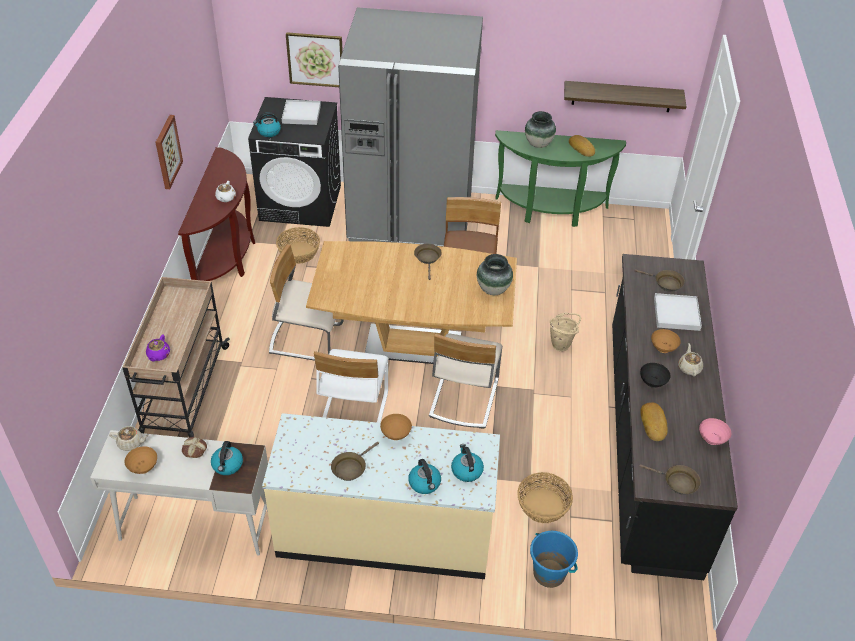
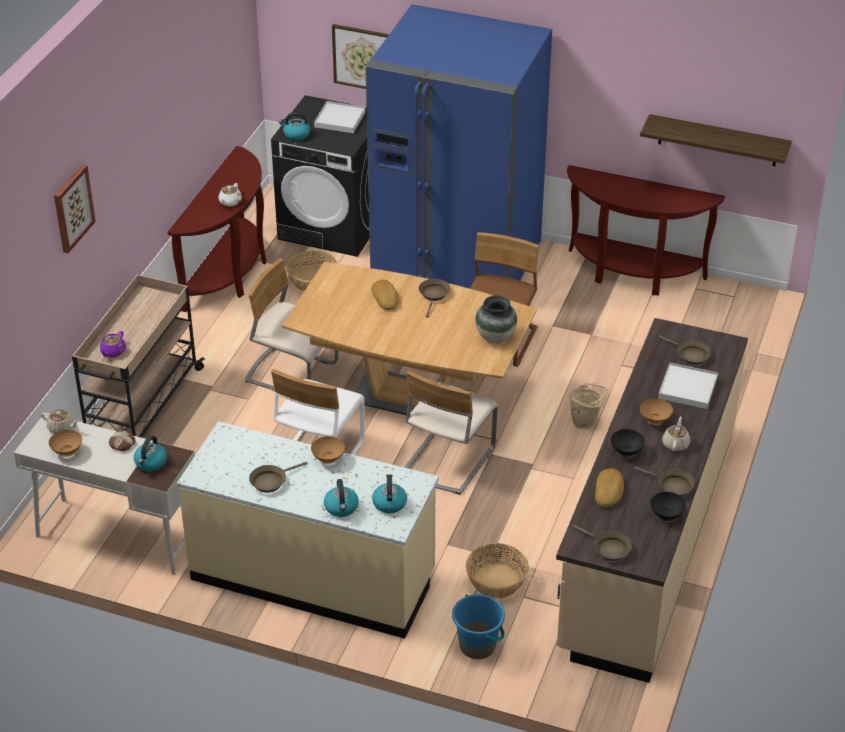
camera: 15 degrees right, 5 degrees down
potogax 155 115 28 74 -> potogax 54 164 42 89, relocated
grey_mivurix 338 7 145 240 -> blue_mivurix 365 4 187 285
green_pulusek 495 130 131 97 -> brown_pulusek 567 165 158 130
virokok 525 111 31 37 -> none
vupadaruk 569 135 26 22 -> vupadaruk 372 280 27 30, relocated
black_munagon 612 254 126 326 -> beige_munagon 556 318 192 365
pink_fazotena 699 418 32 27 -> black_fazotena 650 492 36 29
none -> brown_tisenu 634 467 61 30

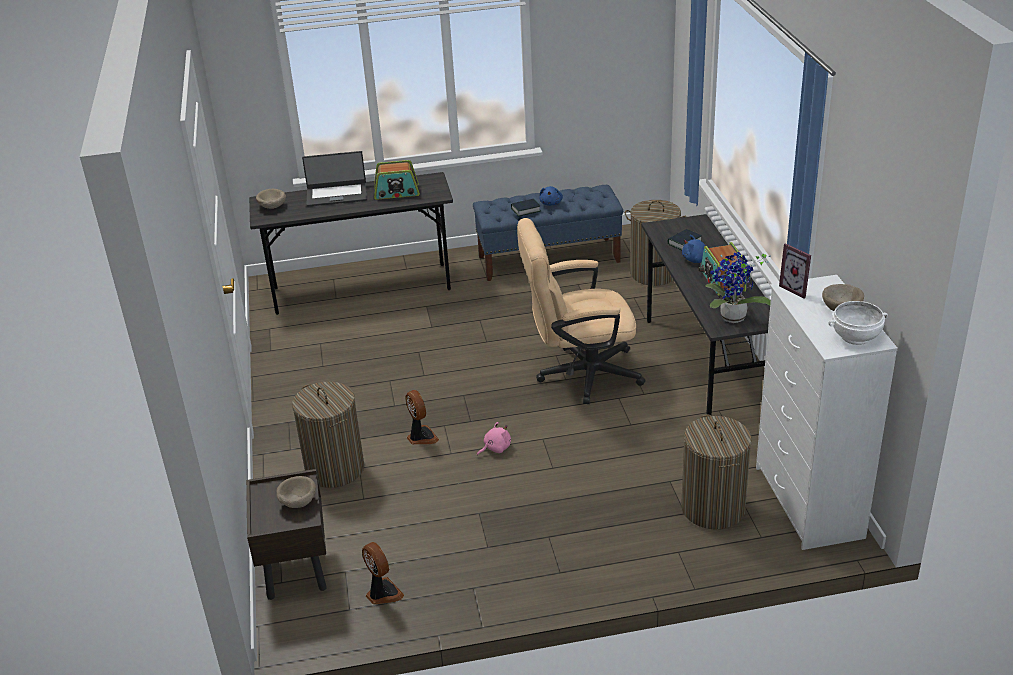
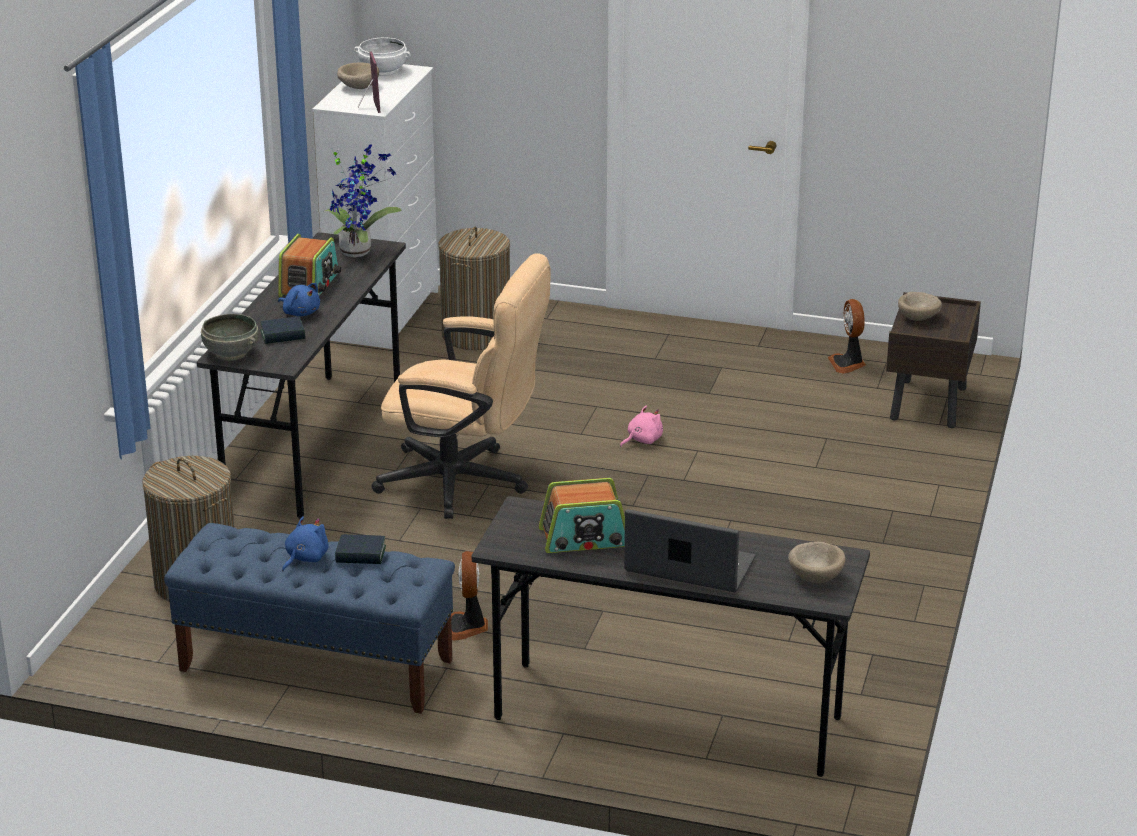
camera: 155 degrees left, 5 degrees down
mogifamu 292 382 72 106 -> none
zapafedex 374 160 46 40 -> zapafedex 539 478 86 75, 150 degrees clockwise
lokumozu 405 390 34 55 -> lokumozu 451 551 37 90, relocated
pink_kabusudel 477 422 34 34 -> pink_kabusudel 620 406 43 41, 150 degrees clockwise
none -> grey_fazotena 201 314 57 47

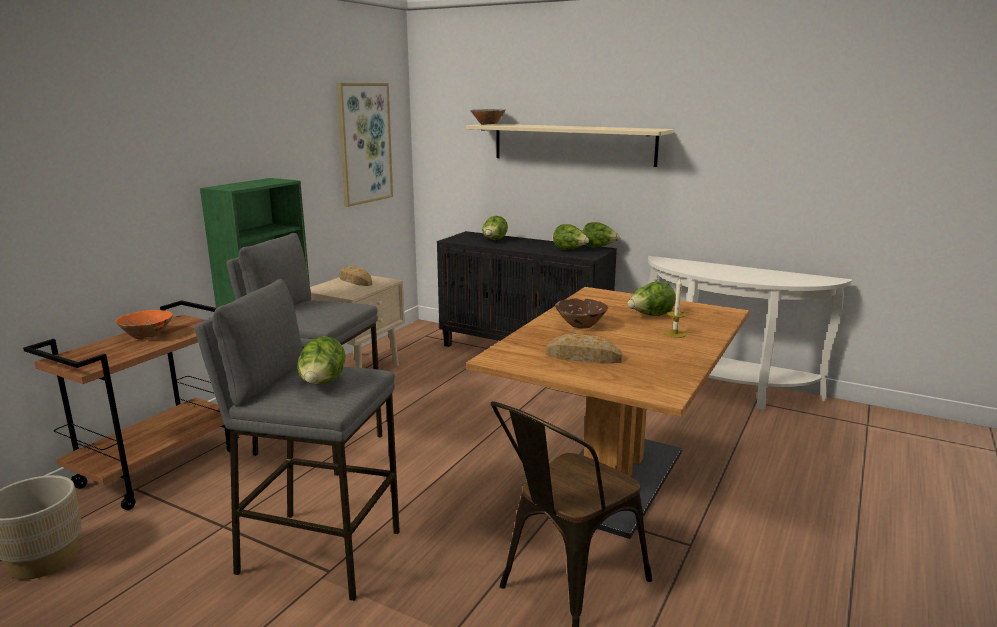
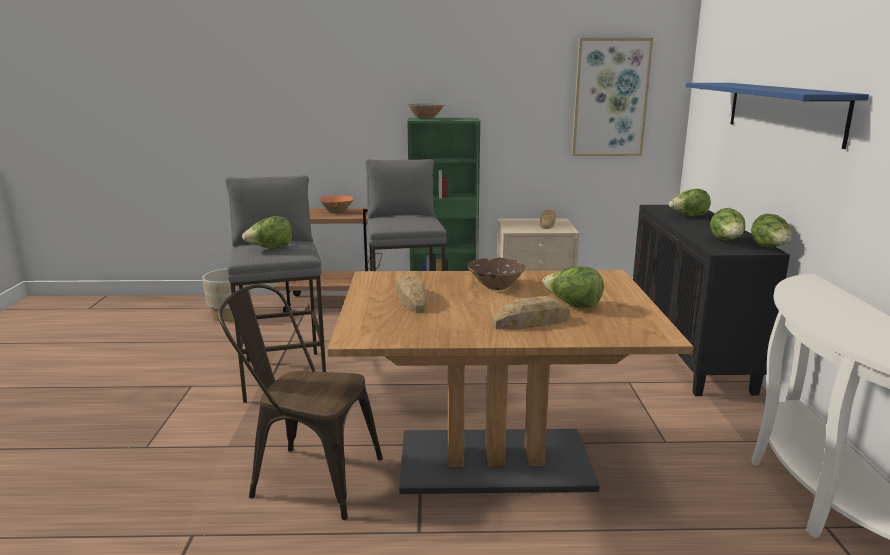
camera: 60 degrees right, 0 degrees up
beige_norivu 466 124 208 43 -> blue_norivu 686 83 183 66
grey_fazotena 470 109 36 16 -> grey_fazotena 408 103 37 16, relocated
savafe 664 279 22 59 -> vupadaruk 492 296 78 34

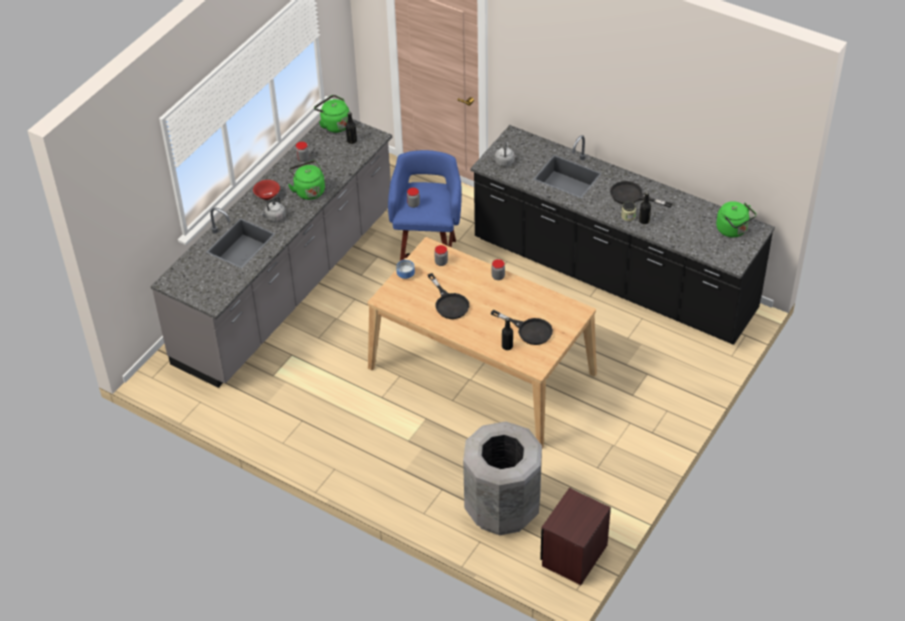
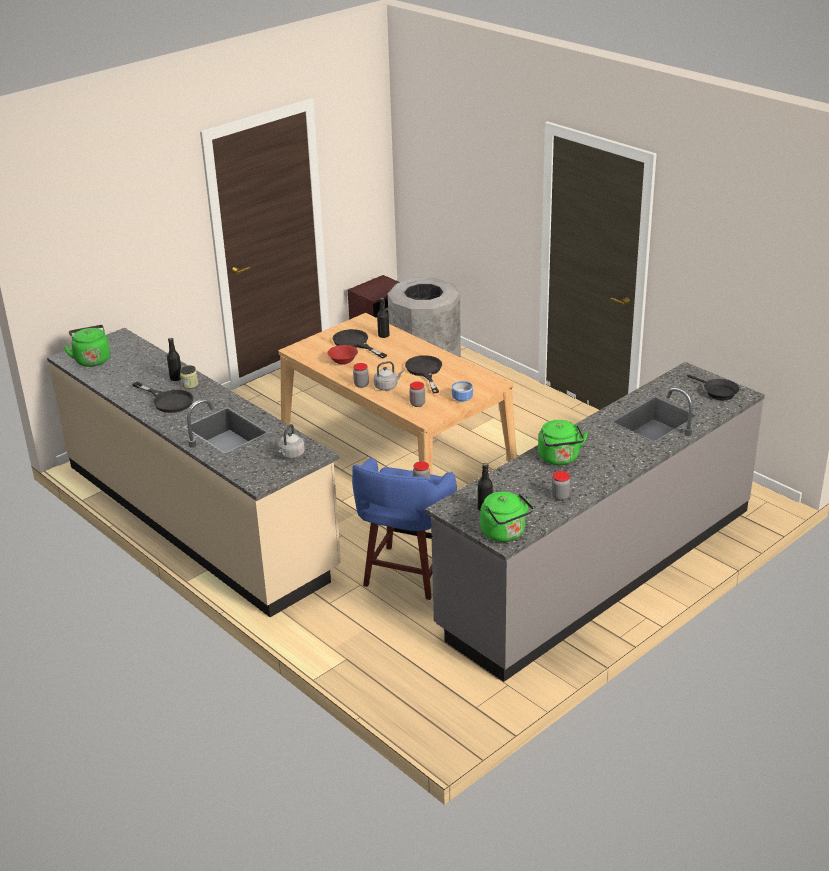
camera: 165 degrees left, 15 degrees down
red_fazotena 253 180 27 20 -> red_fazotena 327 345 31 20, relocated
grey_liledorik 260 196 26 26 -> grey_liledorik 374 361 30 30, relocated
black_munagon 471 125 304 220 -> beige_munagon 47 328 294 289
none -> black_tisenu 687 374 52 26

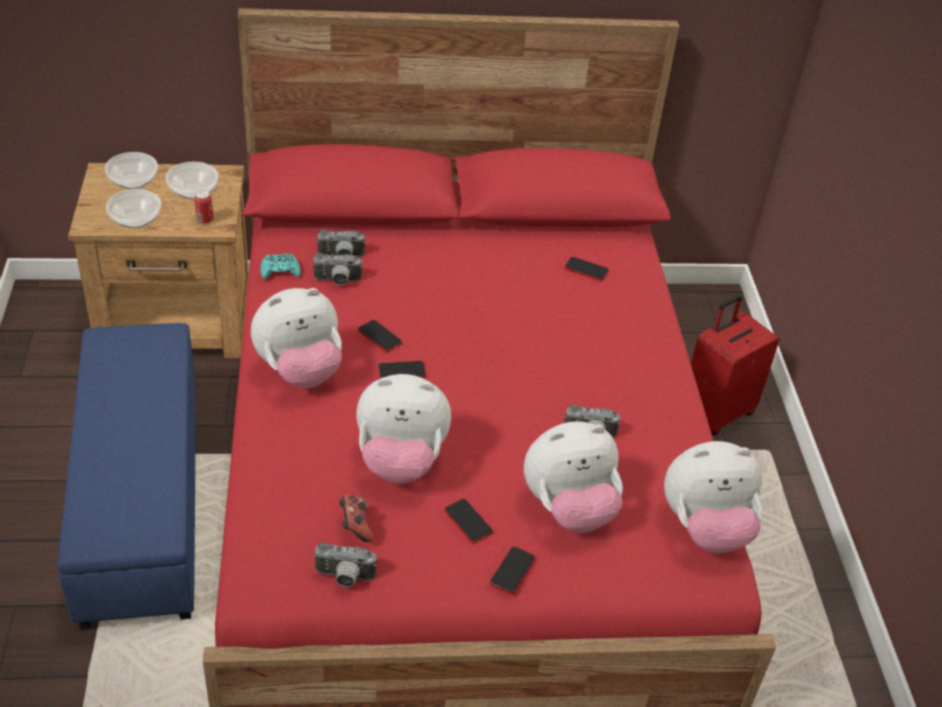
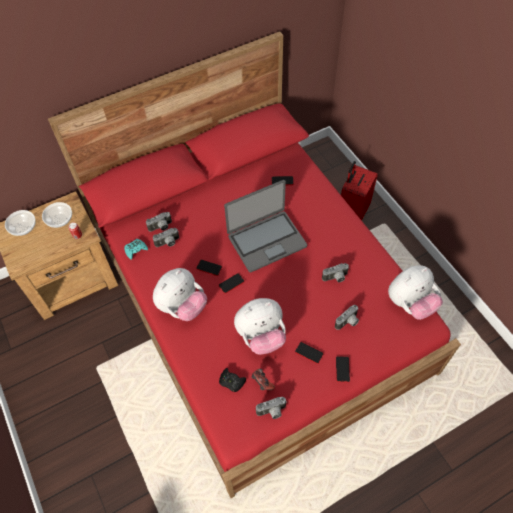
camera: 20 degrees left, 15 degrees up
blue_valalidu 58 323 138 307 -> none
fazotena 106 189 55 40 -> none
kabusudel 524 421 99 112 -> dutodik 335 305 24 25
none -> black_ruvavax 219 368 27 24
none -> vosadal 224 180 83 92

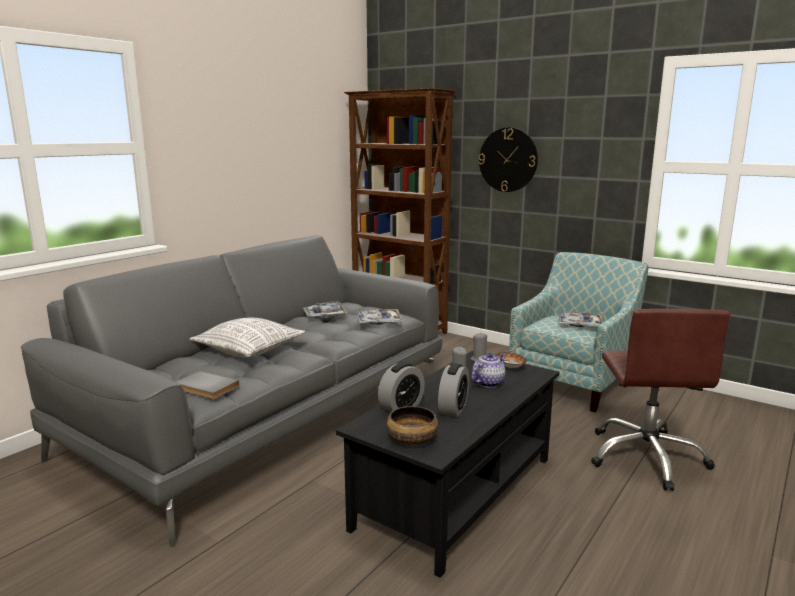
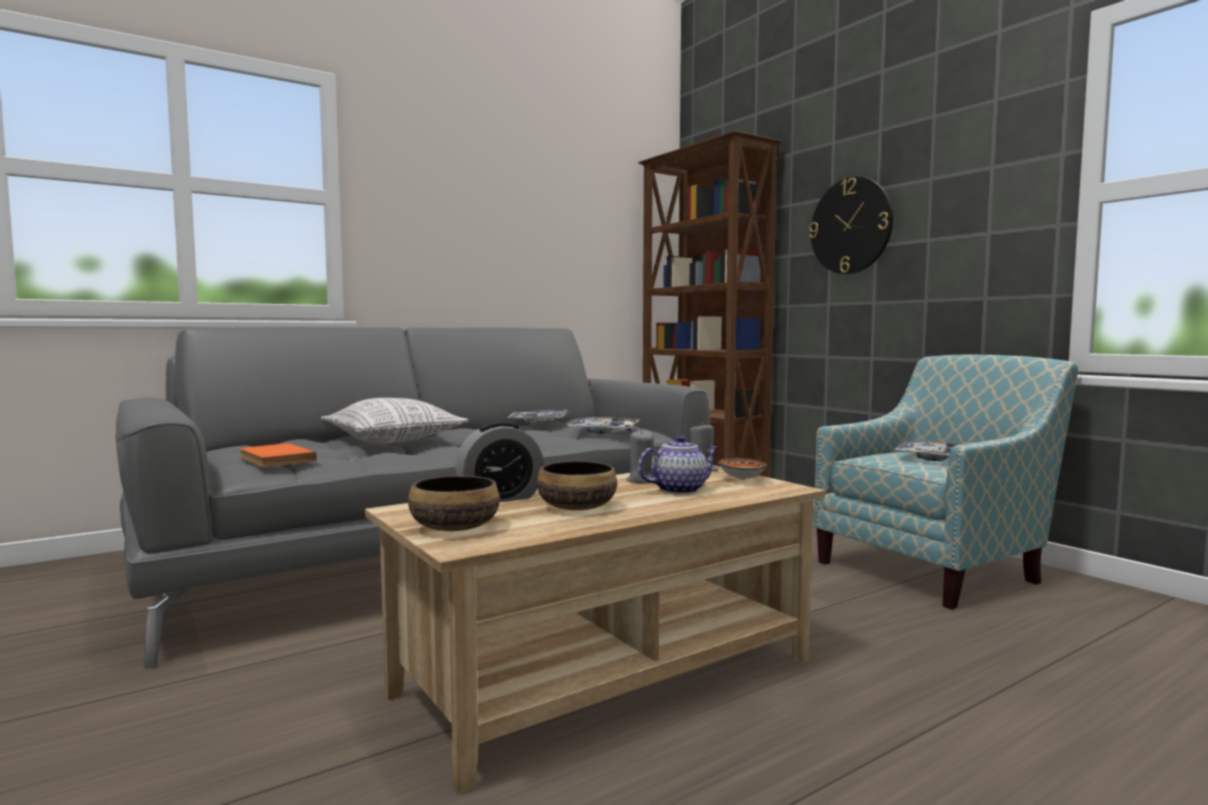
camera: 20 degrees right, 10 degrees down
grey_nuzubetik 176 371 63 28 -> orange_nuzubetik 240 443 77 24
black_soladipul 336 351 223 227 -> beige_soladipul 365 465 460 329
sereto 438 363 31 54 -> fazotena 537 461 80 49
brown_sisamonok 591 309 139 182 -> none

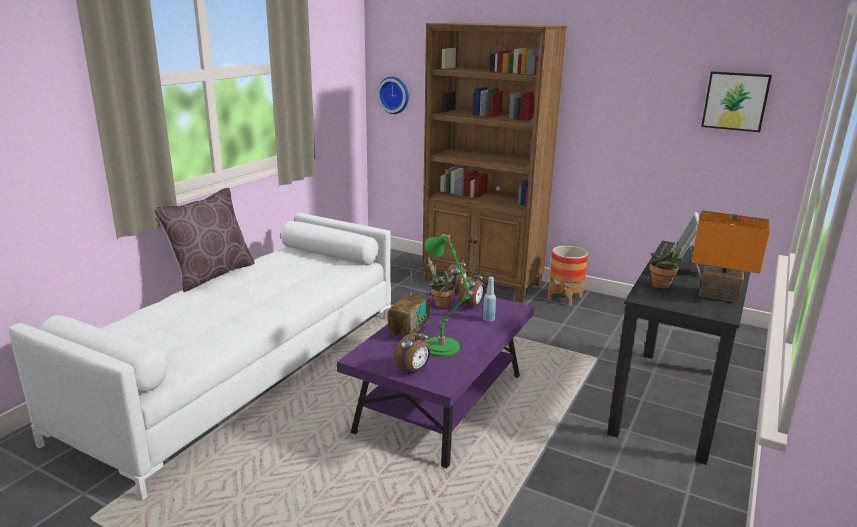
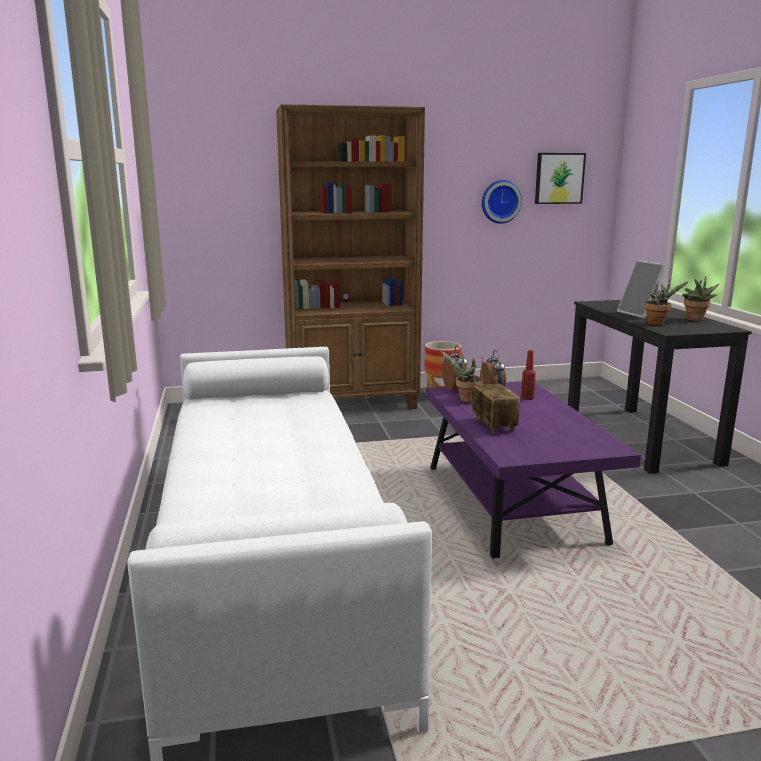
camera: 40 degrees left, 5 degrees down
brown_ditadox 155 188 100 104 -> none
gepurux 377 77 32 37 -> gepurux 482 180 40 44, relocated
sereto 394 326 37 48 -> none
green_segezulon 425 234 50 123 -> none
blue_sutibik 483 277 13 45 -> red_sutibik 521 350 15 50
orange_segezulon 691 210 79 93 -> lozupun 682 276 37 45

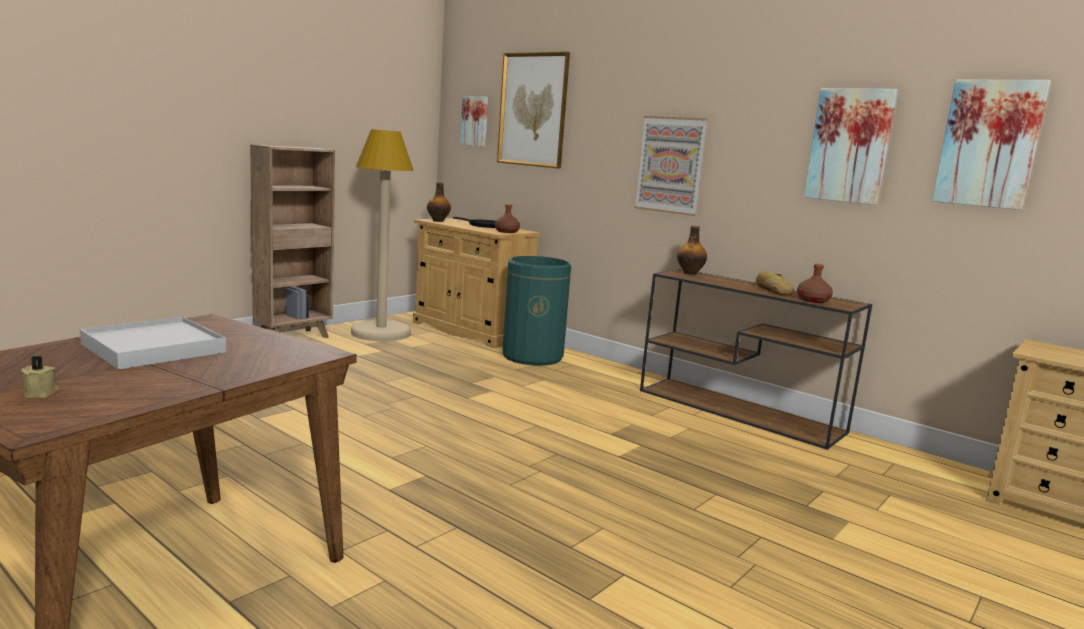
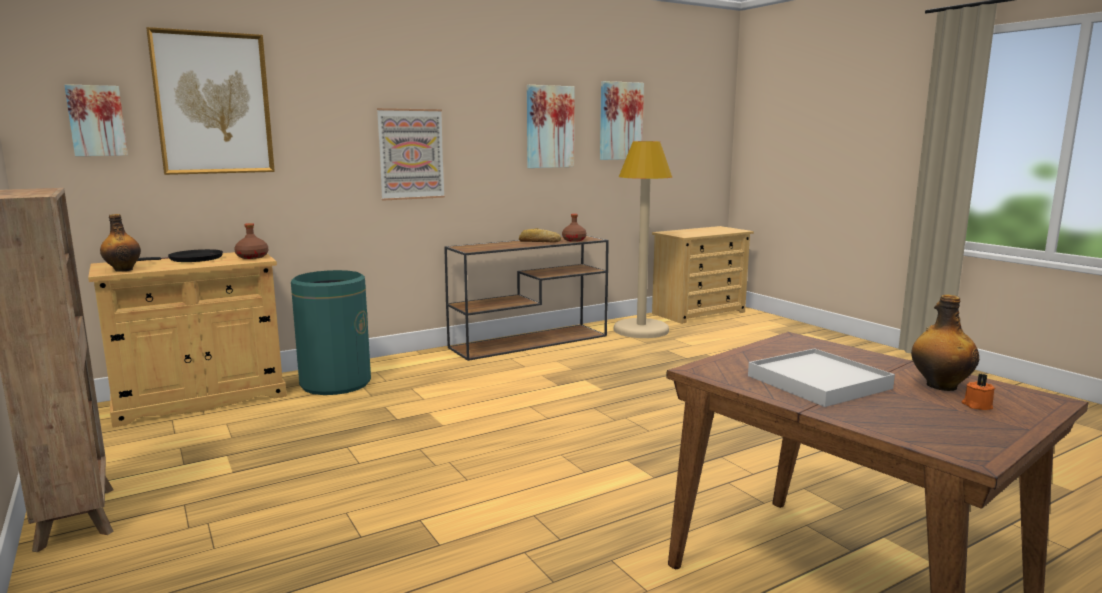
camera: 70 degrees left, 0 degrees up
beige_savafe 21 356 38 42 -> orange_savafe 962 374 33 36
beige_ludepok 351 129 63 212 -> beige_ludepok 614 141 58 197, relocated
sutibik 677 226 30 49 -> sutibik 911 294 68 97, relocated

